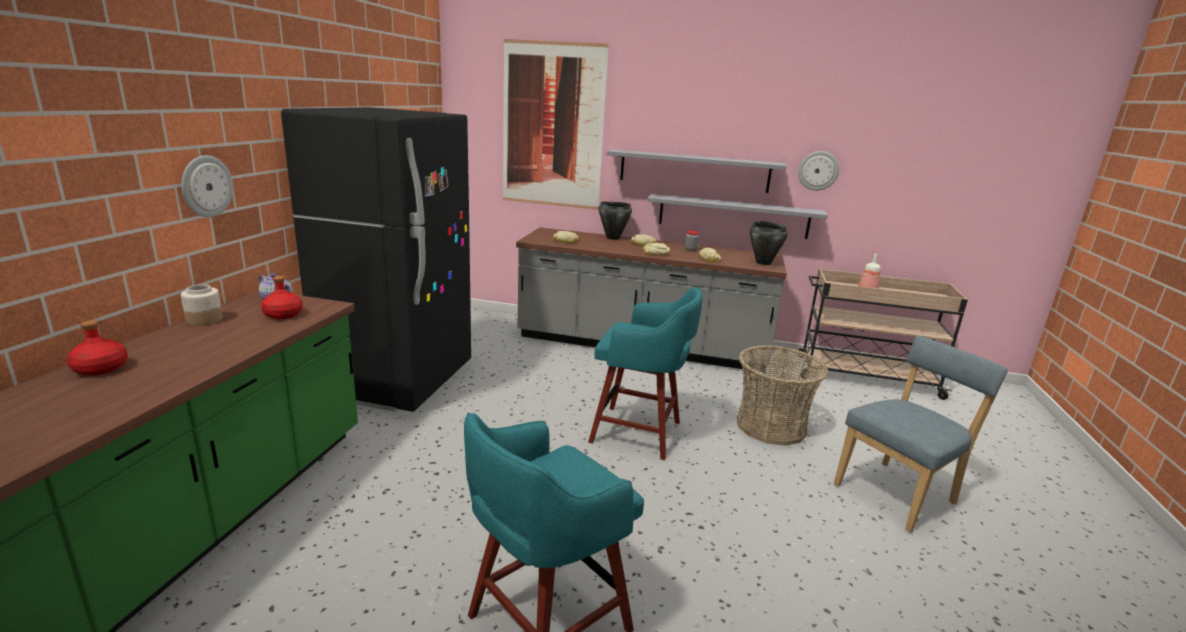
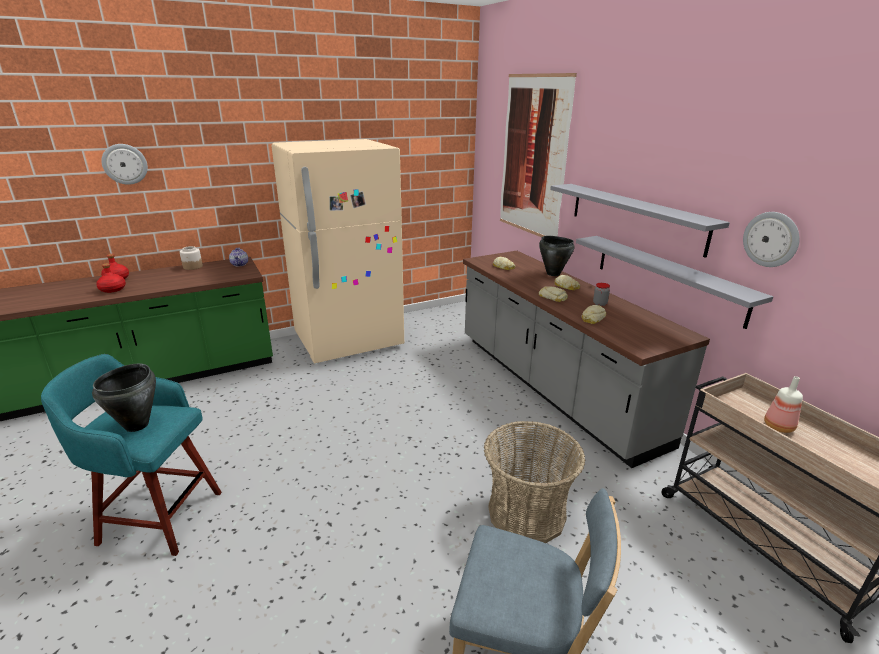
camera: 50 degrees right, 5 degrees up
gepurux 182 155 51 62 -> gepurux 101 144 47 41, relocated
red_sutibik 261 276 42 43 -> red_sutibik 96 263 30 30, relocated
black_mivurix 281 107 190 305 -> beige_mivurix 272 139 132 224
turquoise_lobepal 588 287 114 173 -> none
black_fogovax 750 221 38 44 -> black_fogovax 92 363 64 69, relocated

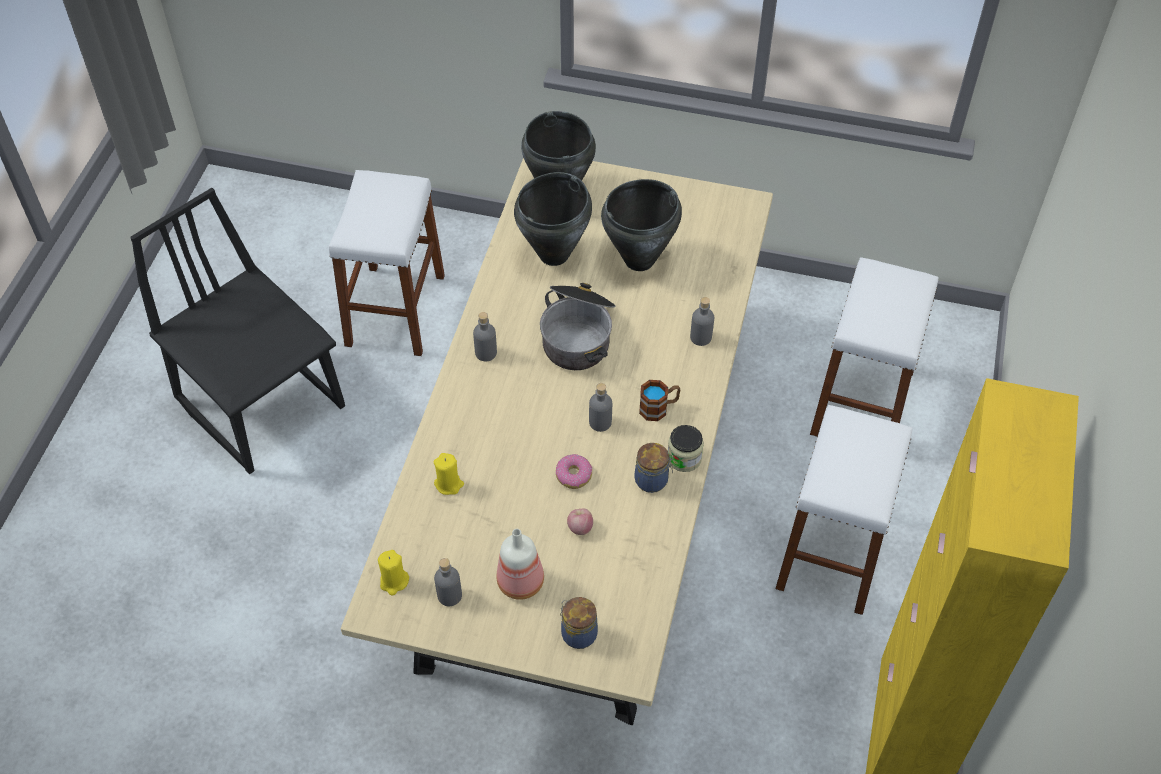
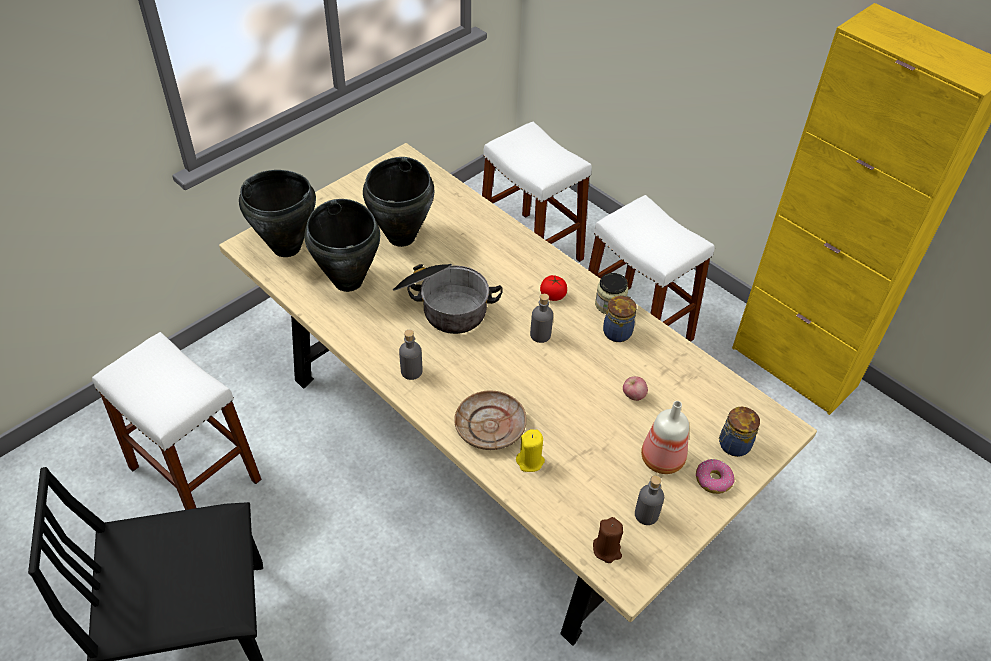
camera: 60 degrees left, 5 degrees down
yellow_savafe 378 550 31 46 -> brown_savafe 593 517 30 46
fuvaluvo 556 454 36 35 -> fuvaluvo 696 459 39 35, relocated
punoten 639 380 42 41 -> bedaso 540 275 27 26
grey_sutibik 690 297 24 49 -> none
none -> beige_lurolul 454 391 72 59

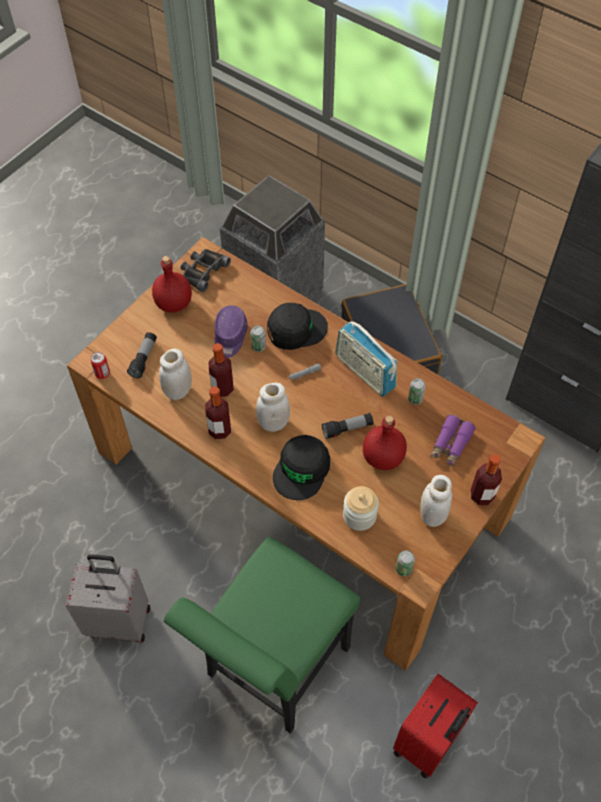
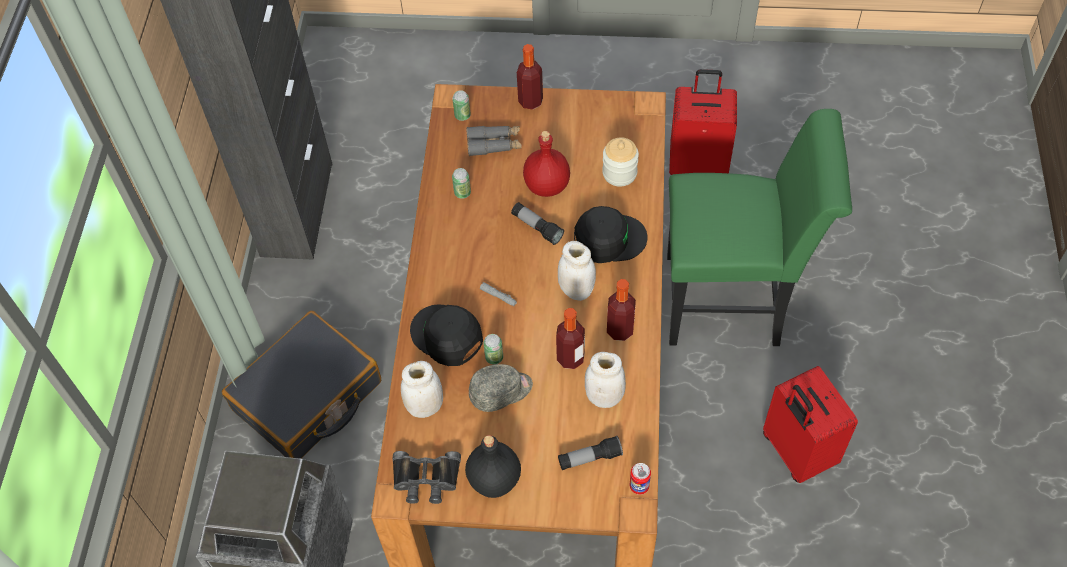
camera: 120 degrees left, 0 degrees up
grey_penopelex 66 554 84 88 -> red_penopelex 763 366 95 117
red_sutibik 152 256 40 57 -> black_sutibik 465 435 56 63
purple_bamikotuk 215 305 33 53 -> grey_bamikotuk 469 364 64 48
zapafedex 335 321 62 75 -> none
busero 396 550 19 26 -> busero 452 90 19 31, relocated
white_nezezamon 420 475 32 52 -> white_nezezamon 401 361 42 57, relocated
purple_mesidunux 431 415 45 52 -> grey_mesidunux 466 126 56 30

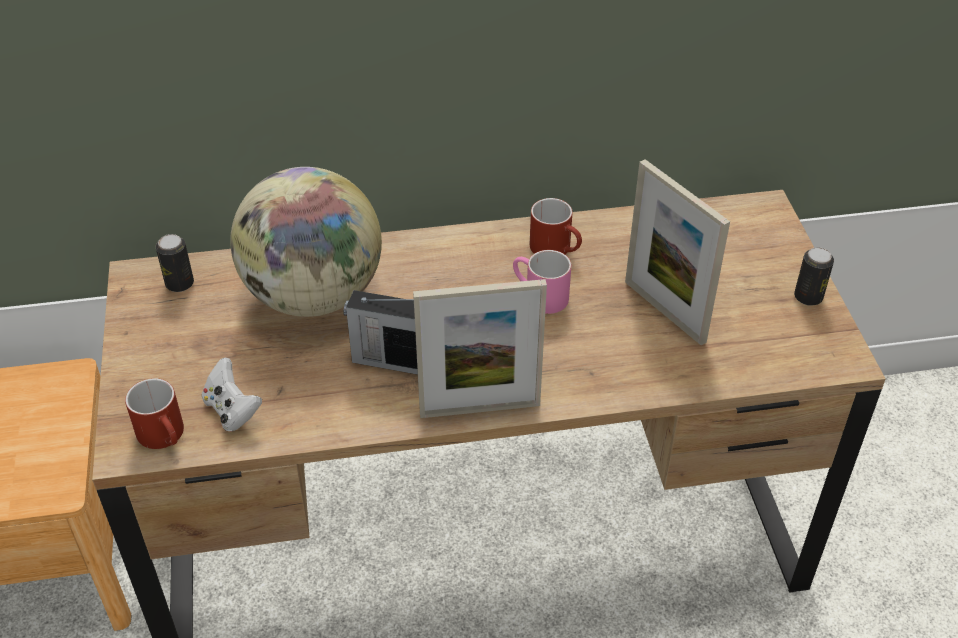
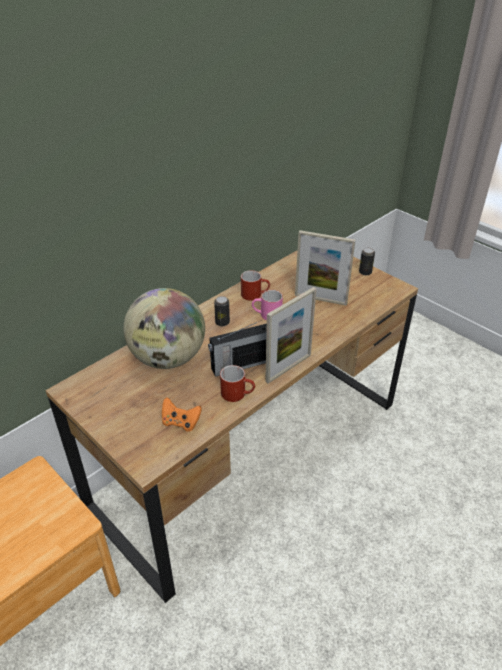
camera: 35 degrees left, 5 degrees down
red_punoten 125 378 59 71 -> red_punoten 220 365 35 37, relocated
busero 156 234 38 58 -> busero 214 296 16 30, relocated
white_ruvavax 202 358 60 74 -> orange_ruvavax 162 397 40 35

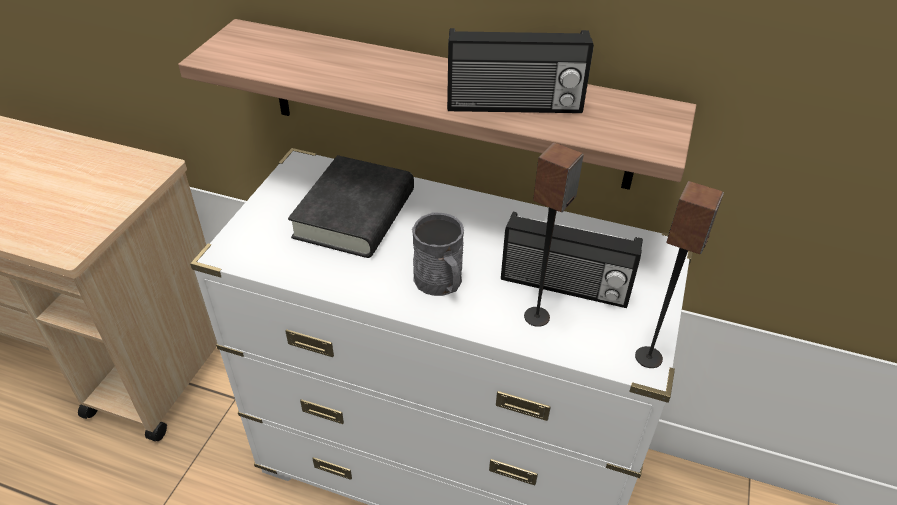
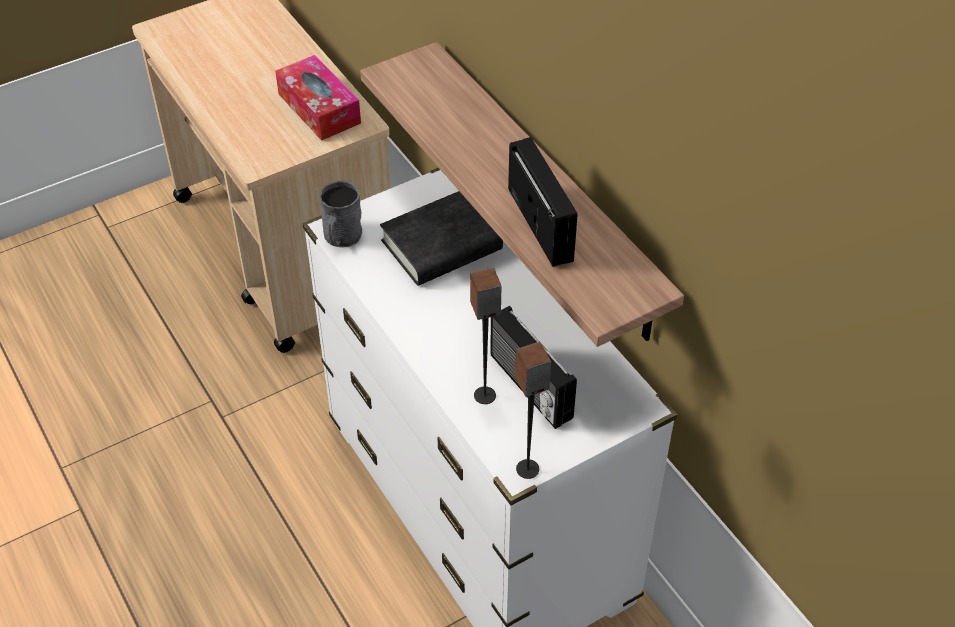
camera: 40 degrees right, 5 degrees up
grey_punoten 412 213 52 83 -> grey_punoten 319 181 43 66, relocated
zapafedex 447 28 147 85 -> zapafedex 508 137 69 130, 150 degrees counterclockwise
none -> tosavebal 275 55 86 86

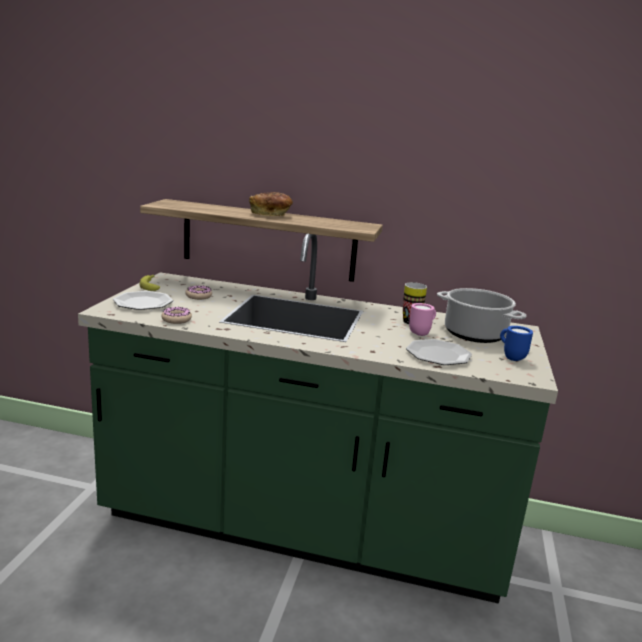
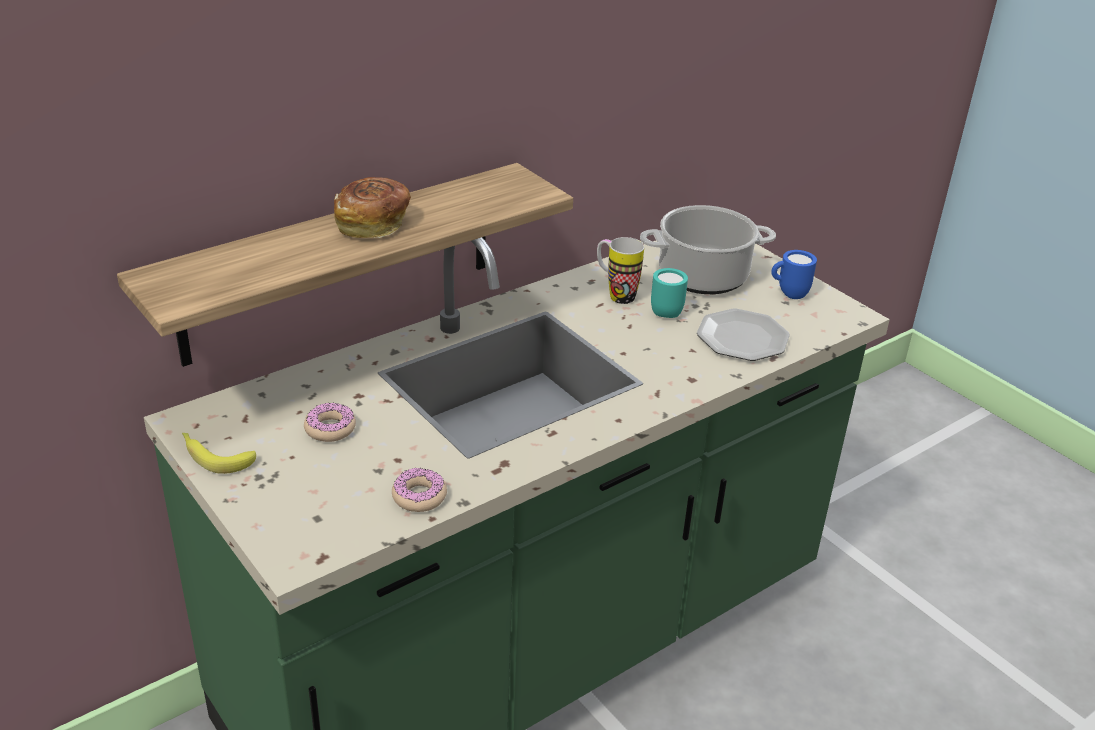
camera: 50 degrees left, 15 degrees up
lurolul 113 291 60 19 -> none
pink_punoten 409 303 27 33 -> turquoise_punoten 651 268 37 50

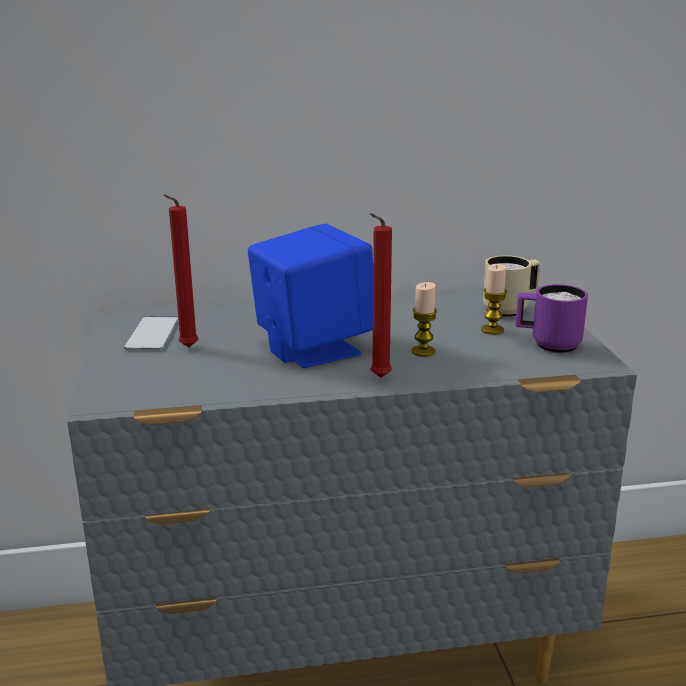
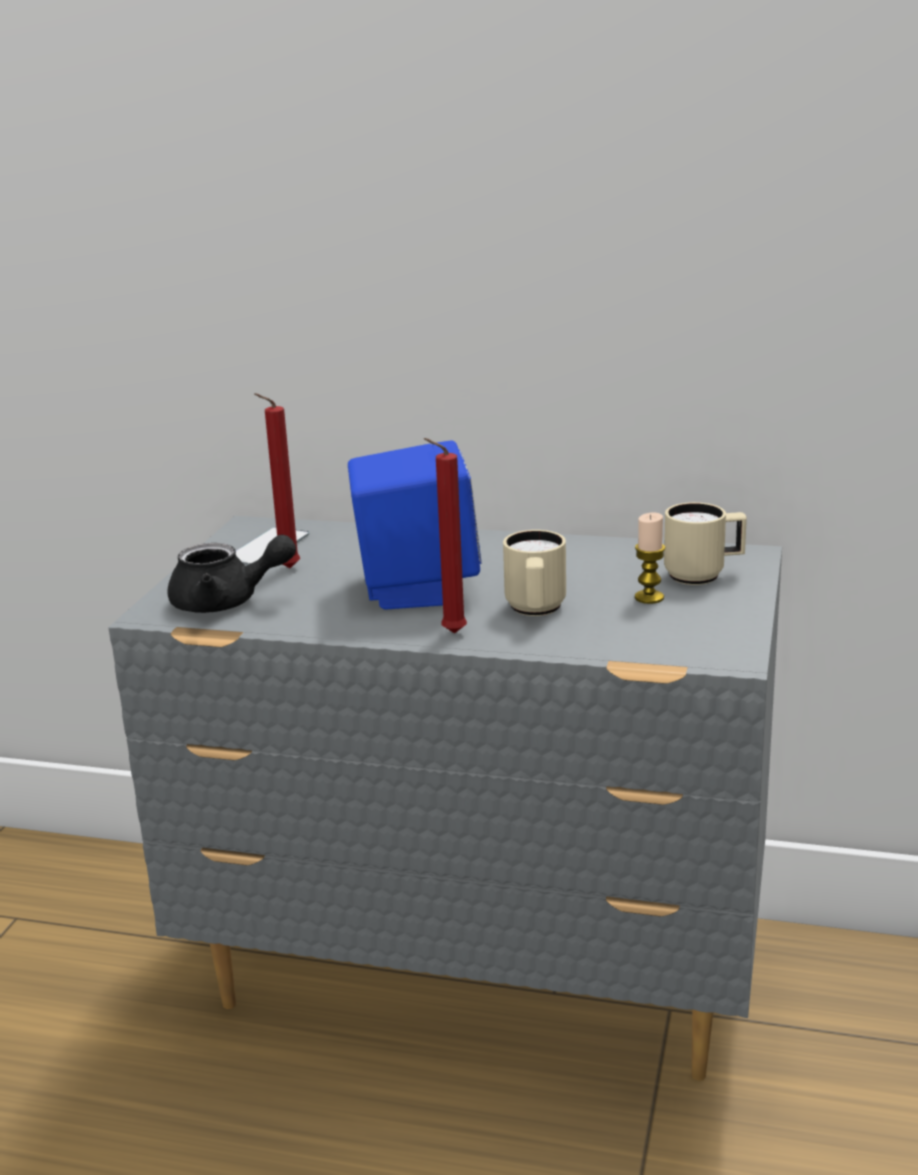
camera: 25 degrees right, 0 degrees up
savafe 412 282 25 75 -> beige_punoten 503 530 63 86
purple_punoten 515 284 73 69 -> none
none -> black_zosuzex 167 535 129 78

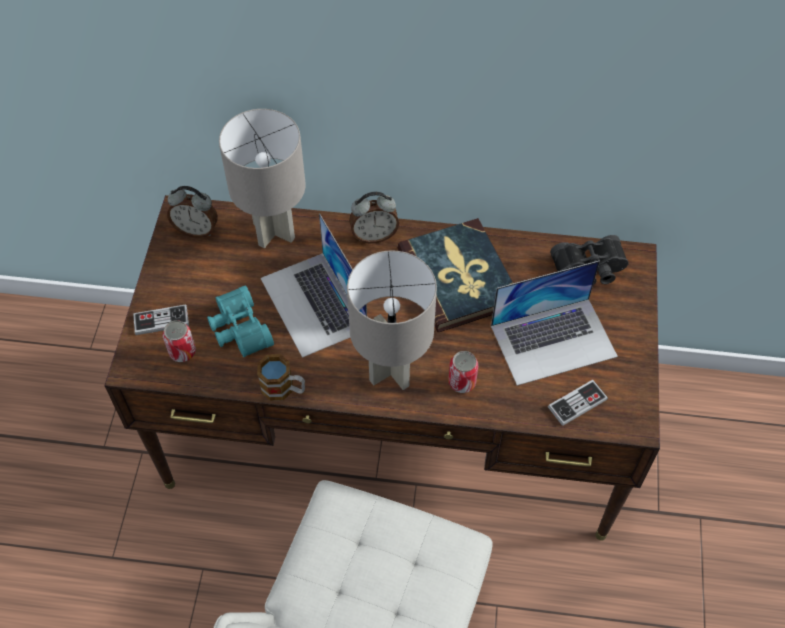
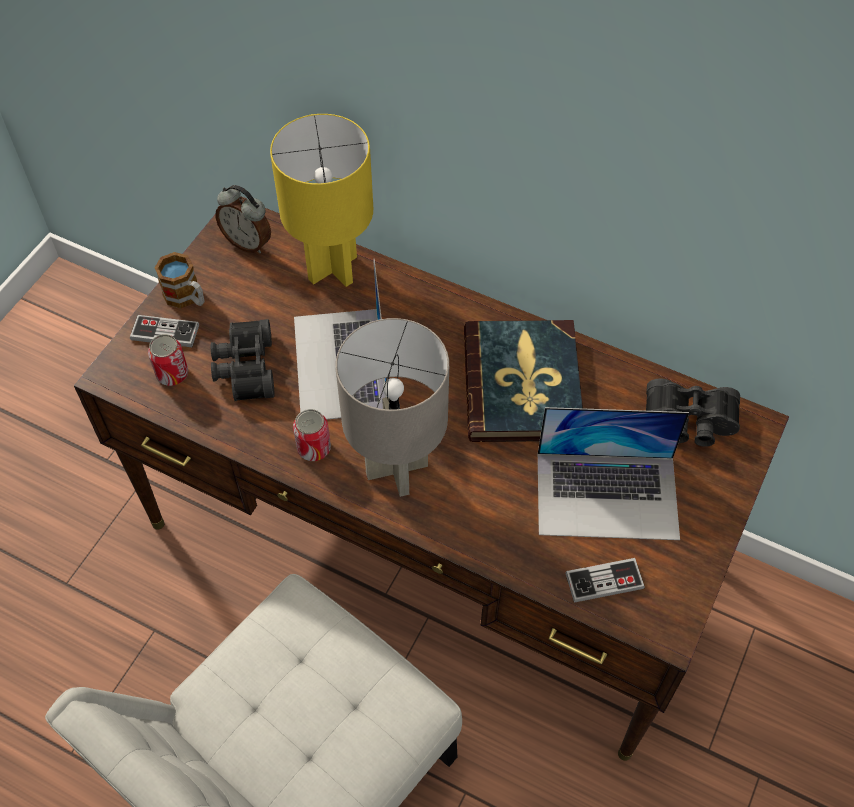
camera: 20 degrees right, 0 degrees up
turquoise_mesidunux 207 286 67 71 -> black_mesidunux 211 319 64 82
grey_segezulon 219 109 87 139 -> yellow_segezulon 270 114 103 173
punoten 257 354 48 47 -> punoten 155 252 50 56, relocated
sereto 349 192 50 51 -> none
busero 448 351 30 42 -> busero 293 409 38 52, relocated

